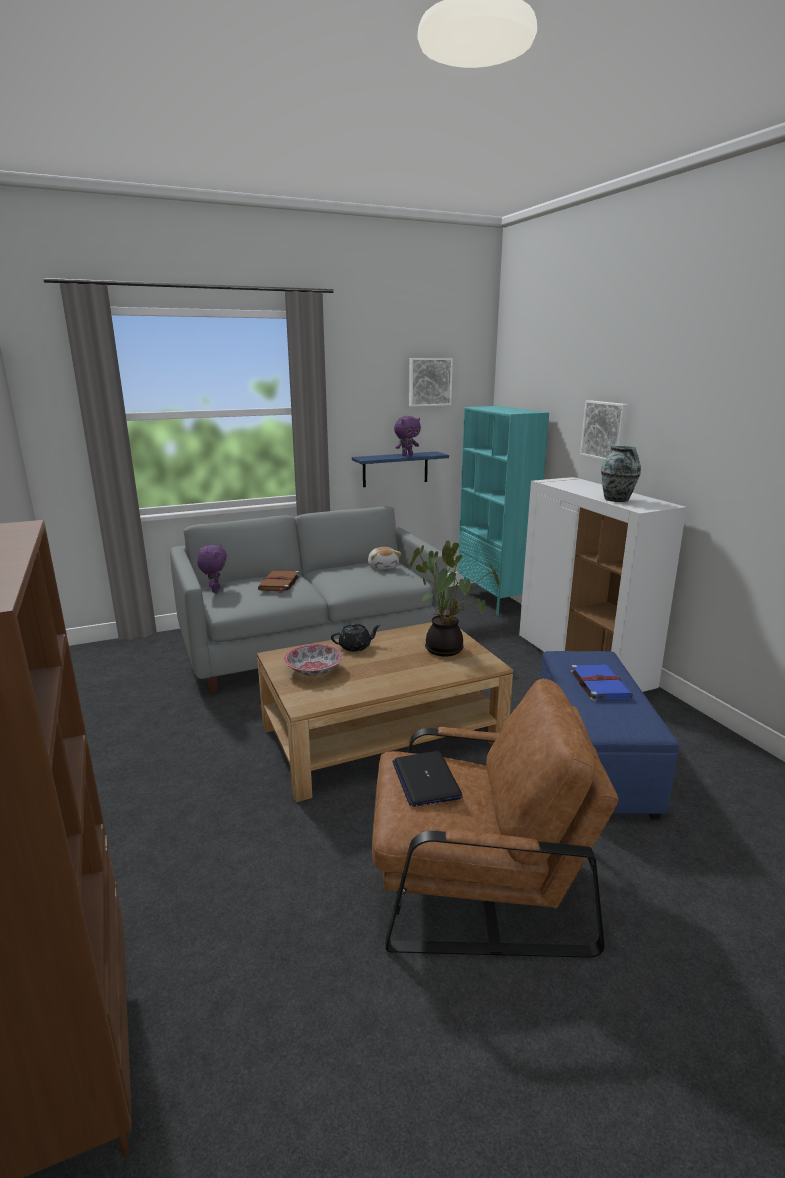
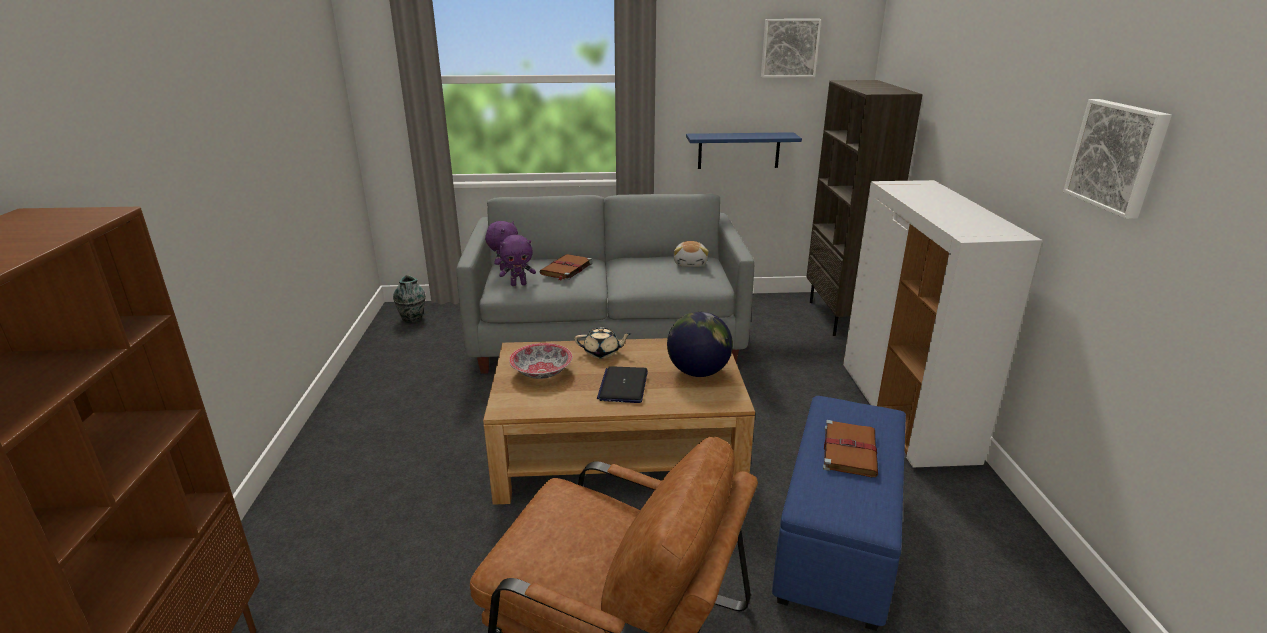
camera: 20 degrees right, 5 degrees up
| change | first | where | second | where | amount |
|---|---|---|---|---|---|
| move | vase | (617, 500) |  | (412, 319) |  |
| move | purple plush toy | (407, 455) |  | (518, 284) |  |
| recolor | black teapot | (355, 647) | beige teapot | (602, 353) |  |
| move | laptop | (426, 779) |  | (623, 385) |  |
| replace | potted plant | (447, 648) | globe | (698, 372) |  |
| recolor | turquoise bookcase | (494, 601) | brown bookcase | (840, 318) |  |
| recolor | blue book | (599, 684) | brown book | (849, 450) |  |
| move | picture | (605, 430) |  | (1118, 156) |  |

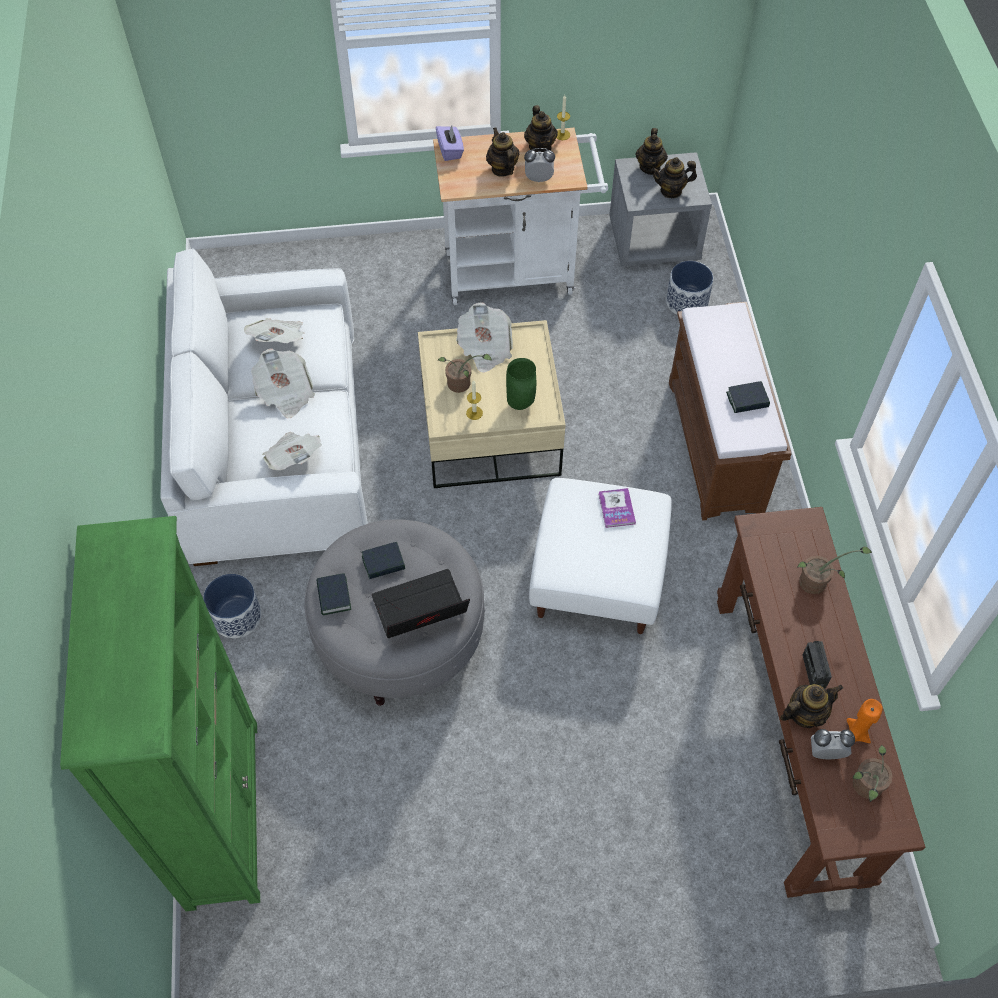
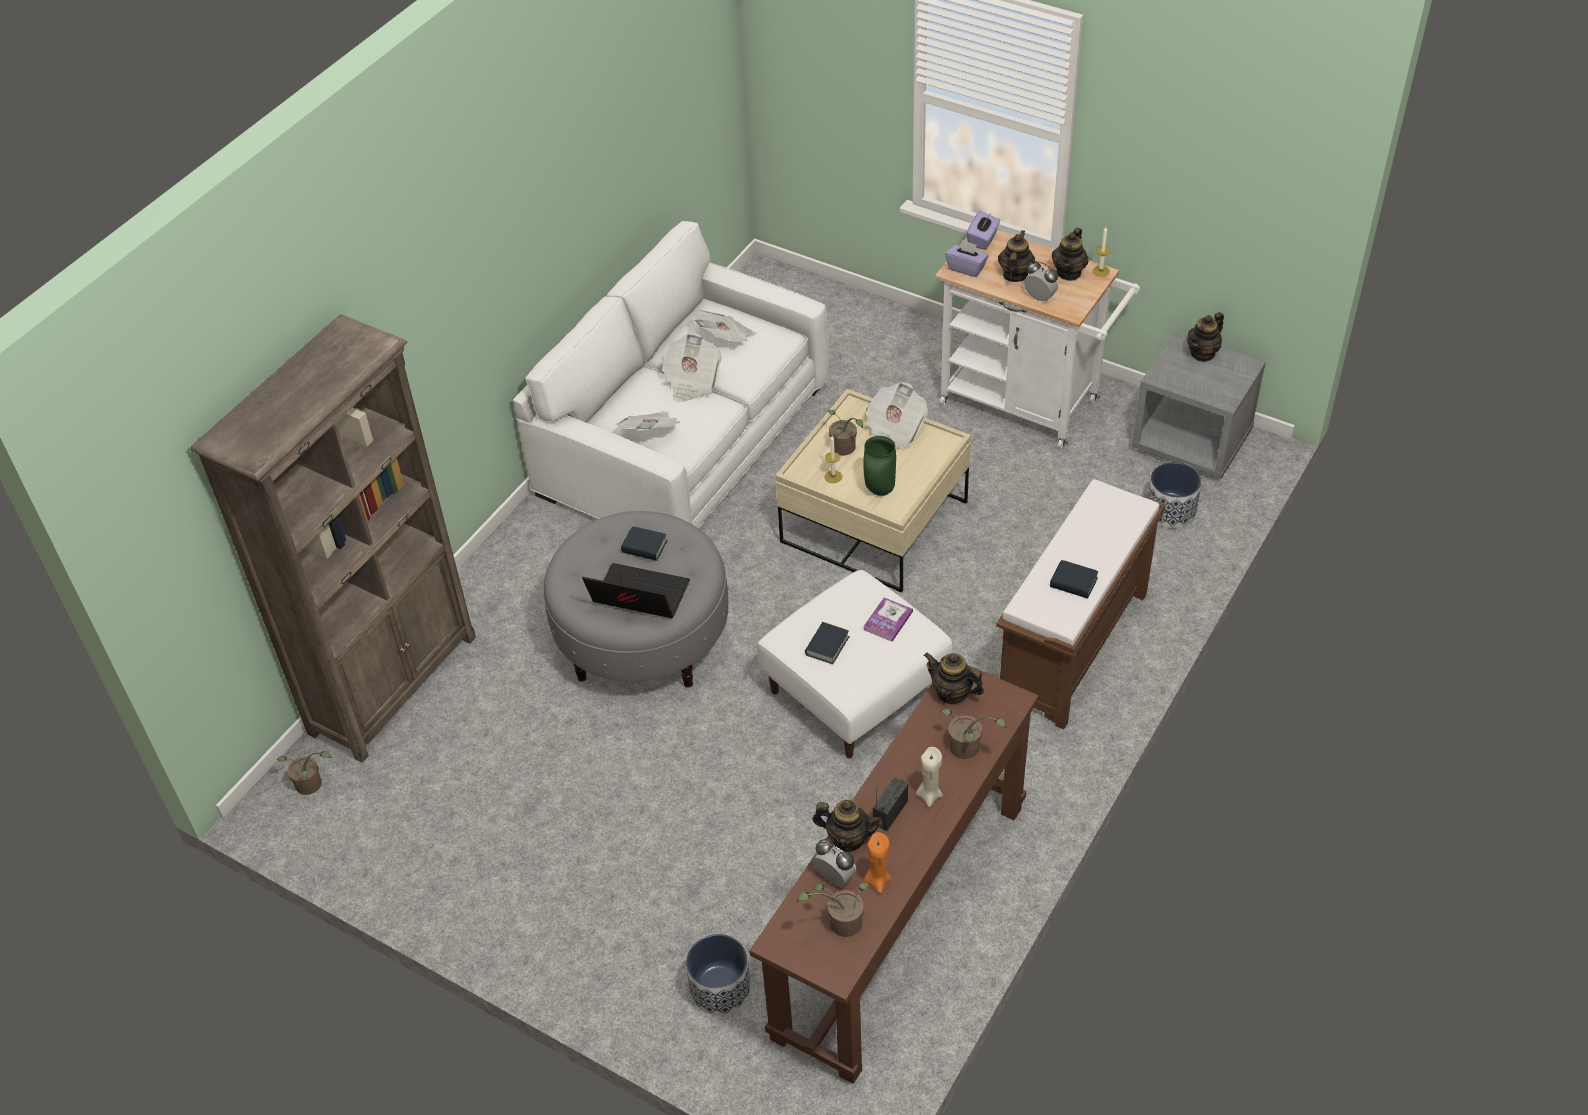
camera: 40 degrees right, 10 degrees down
| change | first | where | second | where | amount |
|---|---|---|---|---|---|
| recolor | green bookcase | (223, 812) | brown bookcase | (394, 683) |  |
| insert |  |  | potted plant | (311, 785) |  |
| move | planter | (236, 616) |  | (720, 988) |  |
| move | book | (334, 596) |  | (827, 646) |  |
| insert |  |  | beige candle | (929, 795) |  |
| move | teapot | (671, 191) |  | (952, 693) |  |
| insert |  |  | purple tissue box | (966, 268) |  |

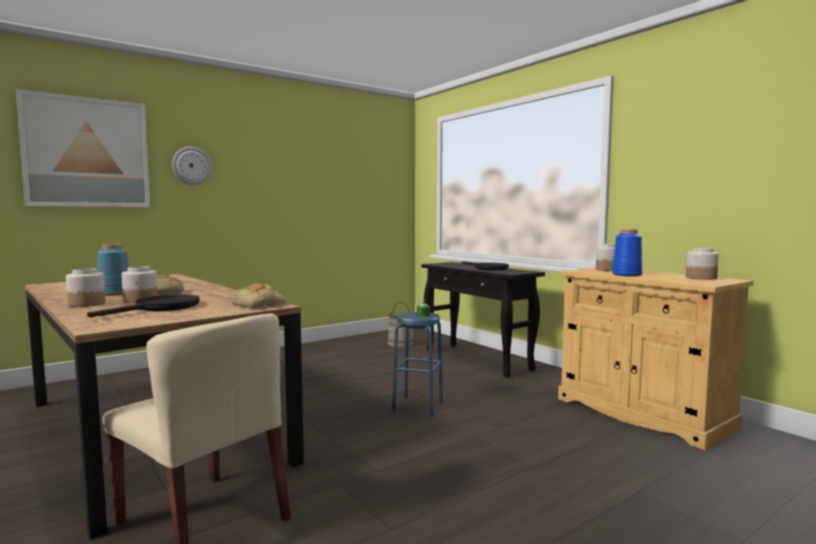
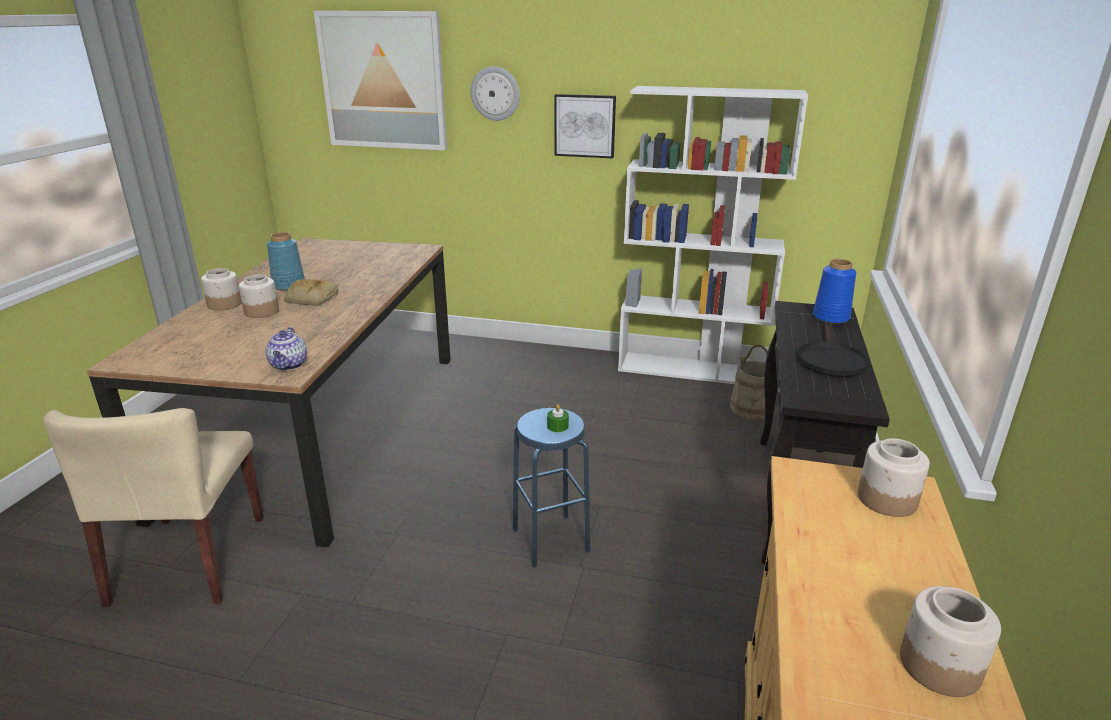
camera: 50 degrees right, 20 degrees up
| change | first | where | second | where | amount |
|---|---|---|---|---|---|
| replace | bread | (259, 304) | teapot | (289, 365) |  |
| insert |  |  | picture | (585, 126) |  |
| insert |  |  | white bookcase | (692, 370) |  |
| move | blue vase | (627, 275) |  | (831, 318) |  |
| delete | black frying pan | (160, 308) |  |  |  |

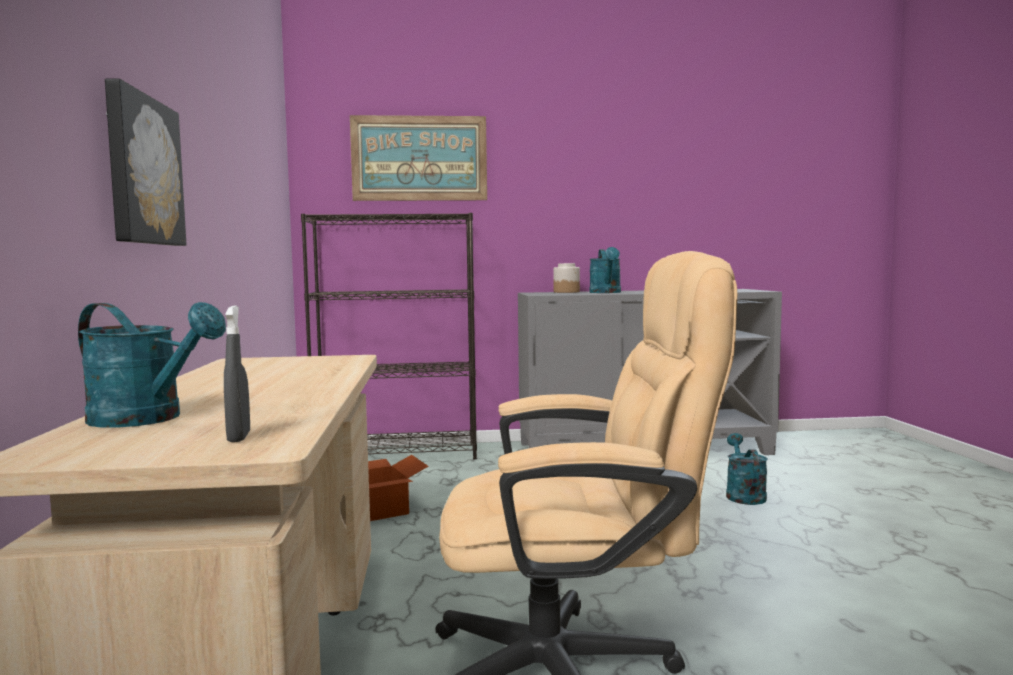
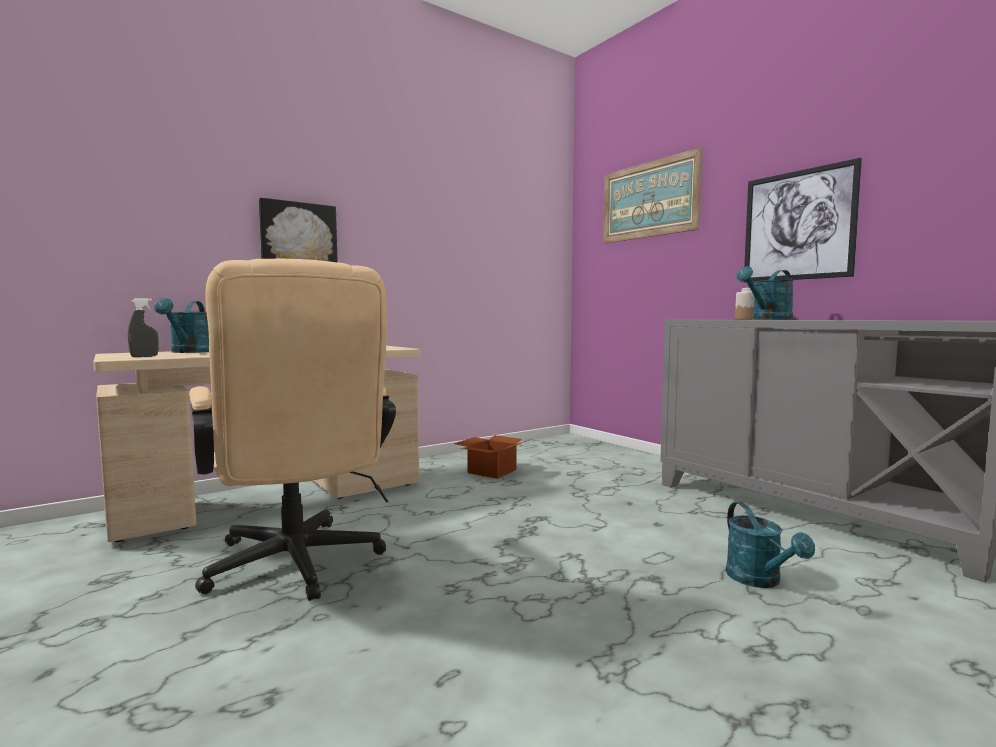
camera: 60 degrees right, 0 degrees up
| change | first | where | second | where | amount |
|---|---|---|---|---|---|
| rotate | turquoise watering can | (743, 495) |  | (760, 580) | 105 degrees clockwise |
| insert |  |  | picture | (798, 225) |  |
| delete | black bookcase | (398, 454) |  |  |  |

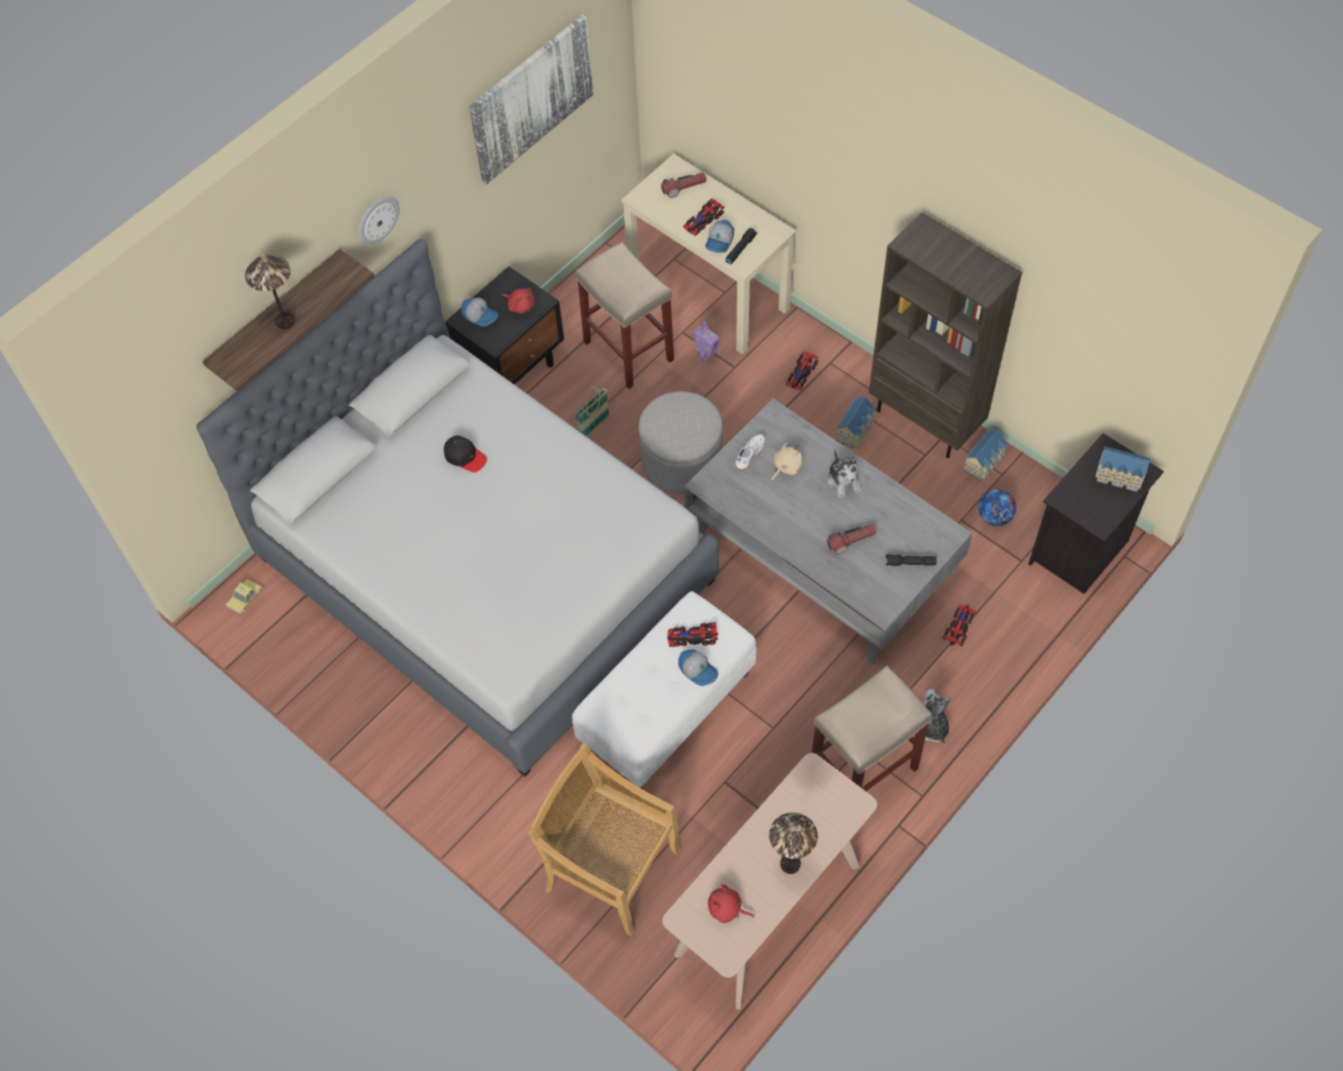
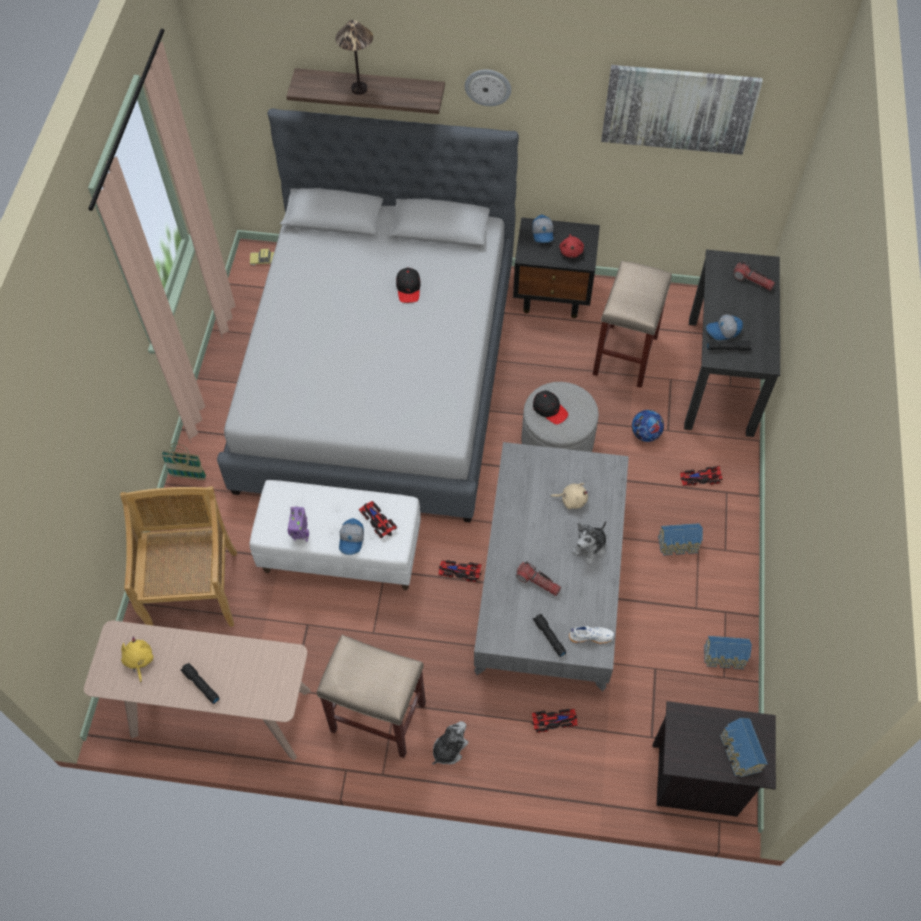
camera: 55 degrees right, 0 degrees up
| change | first | where | second | where | amount |
|---|---|---|---|---|---|
| recolor | red plush toy | (727, 909) | yellow plush toy | (139, 660) |  |
| move | basket | (594, 427) |  | (188, 476) |  |
| replace | table lamp | (790, 864) | black flashlight | (200, 685) |  |
| move | toy robot | (706, 357) |  | (301, 536) |  |
| move | toy car | (703, 220) |  | (460, 571) |  |
| insert |  |  | black cap | (550, 409) |  |
| move | white shoe | (749, 454) |  | (591, 636) |  |
| move | football | (994, 517) |  | (645, 434) |  |
| recolor | beige desk | (709, 293) | black desk | (720, 376) |  |
| delete | brown bookcase | (926, 420) |  |  |  |

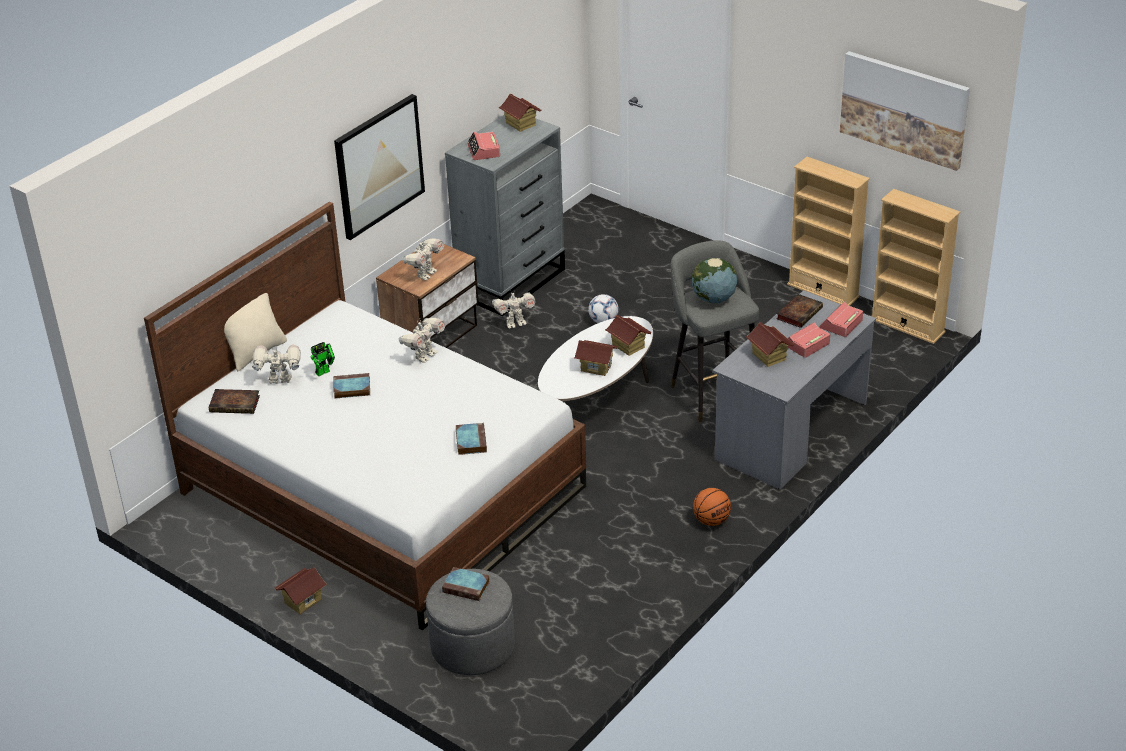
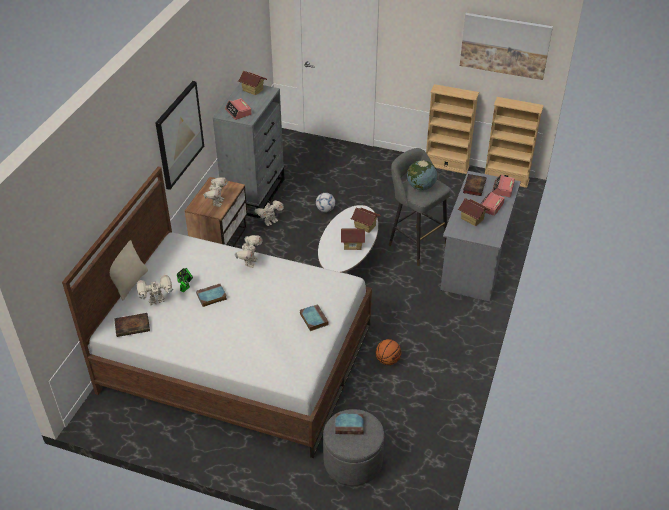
camera: 20 degrees left, 5 degrees up
| change | first | where | second | where | amount |
|---|---|---|---|---|---|
| move | basketball | (711, 520) |  | (387, 360) |  |
| delete | toy house | (303, 601) |  |  |  |

